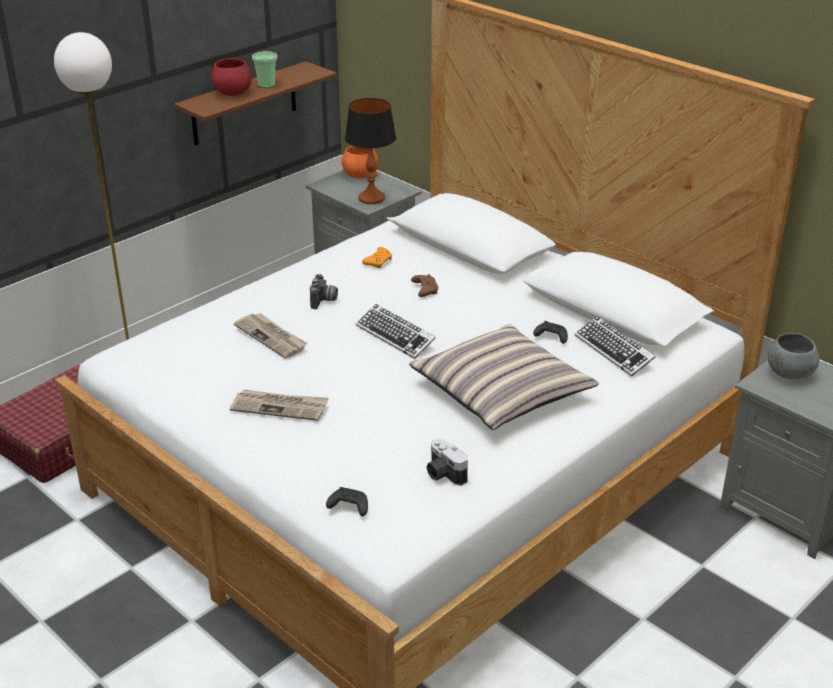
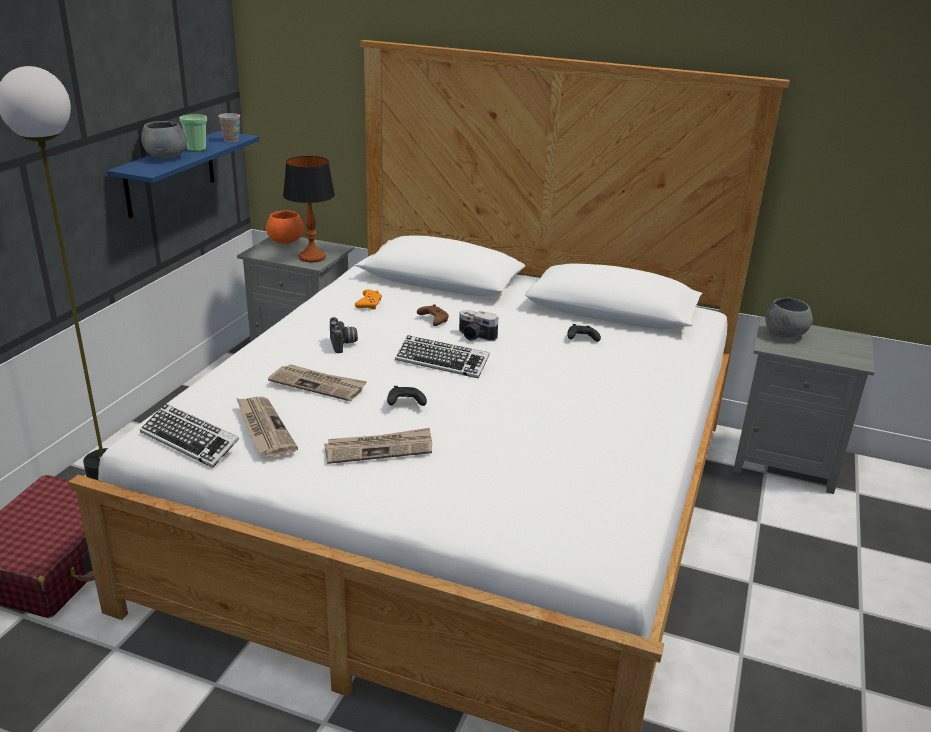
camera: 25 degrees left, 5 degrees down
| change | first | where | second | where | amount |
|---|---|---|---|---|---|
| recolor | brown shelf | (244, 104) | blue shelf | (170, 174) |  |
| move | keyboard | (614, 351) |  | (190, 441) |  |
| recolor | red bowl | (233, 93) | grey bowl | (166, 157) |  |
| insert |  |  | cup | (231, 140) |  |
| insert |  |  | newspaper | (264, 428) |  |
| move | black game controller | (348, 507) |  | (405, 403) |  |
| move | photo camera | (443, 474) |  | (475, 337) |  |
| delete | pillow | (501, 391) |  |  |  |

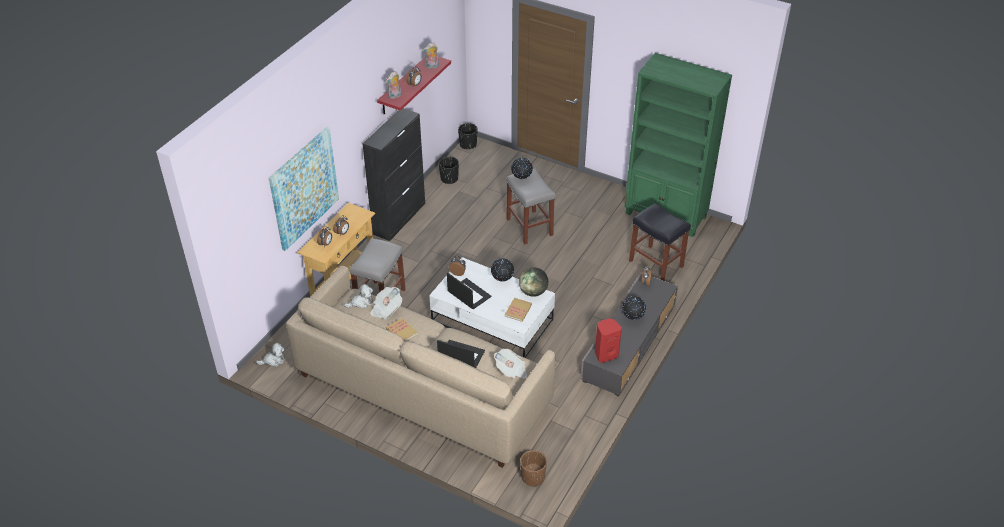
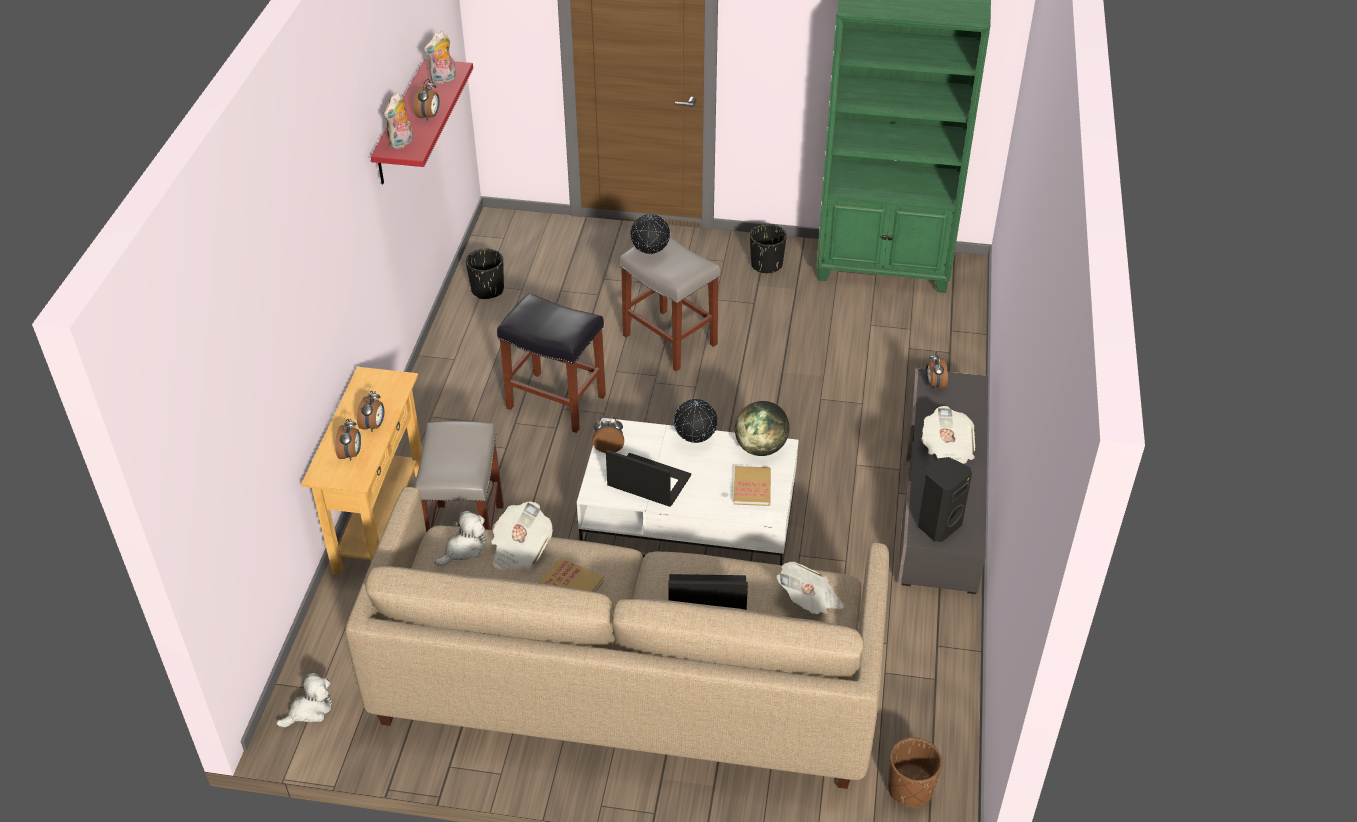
camera: 20 degrees left, 0 degrees up
| change | first | where | second | where | amount |
|---|---|---|---|---|---|
| move | black stool | (657, 264) |  | (557, 402) |  |
| move | black planter | (468, 145) |  | (766, 264) |  |
| recolor | red speaker | (605, 354) | black speaker | (938, 525) |  |
| replace | globe | (632, 318) | newspaper | (947, 450) |  |
| delete | picture | (304, 188) |  |  |  |
| delete | black cabinet | (399, 218) |  |  |  |

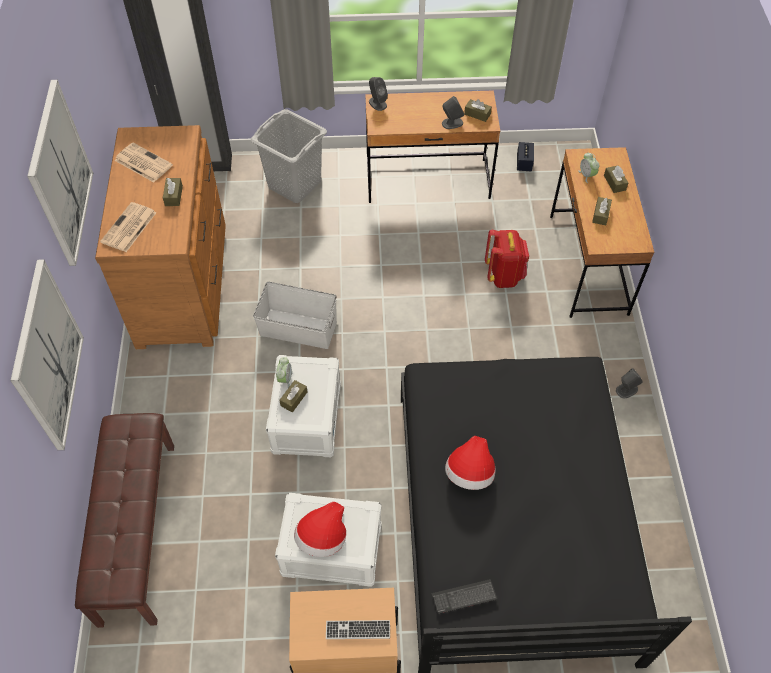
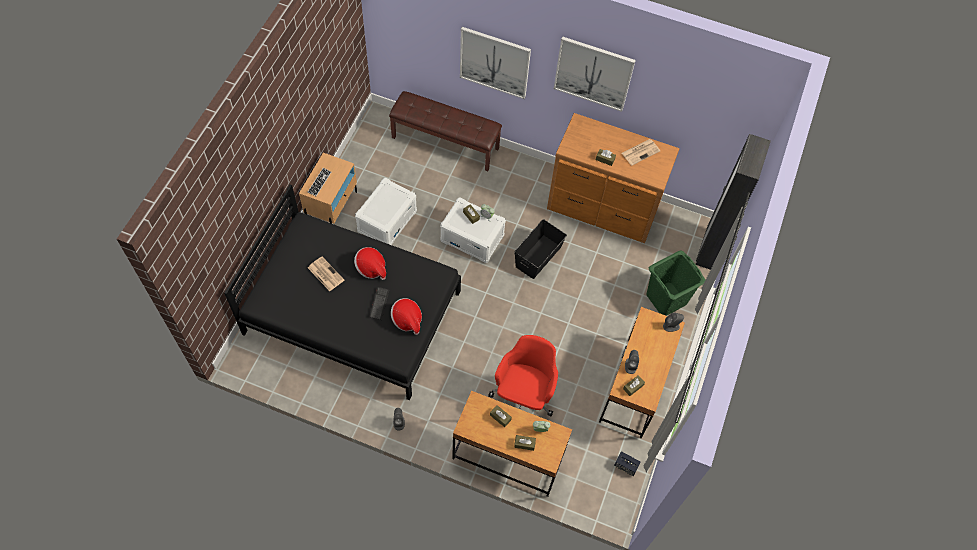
camera: 110 degrees right, 5 degrees up
| change | first | where | second | where | amount |
|---|---|---|---|---|---|
| move | newspaper | (128, 228) |  | (325, 273) |  |
| move | keyboard | (464, 597) |  | (379, 304) |  |
| move | hat | (322, 538) |  | (407, 320) |  |
| replace | red backpack | (504, 275) | red office chair | (524, 395) |  |
| recolor | white storage box | (298, 328) | black storage box | (538, 256) |  |
| recolor | grey laundry basket | (294, 184) | green laundry basket | (666, 299) |  |

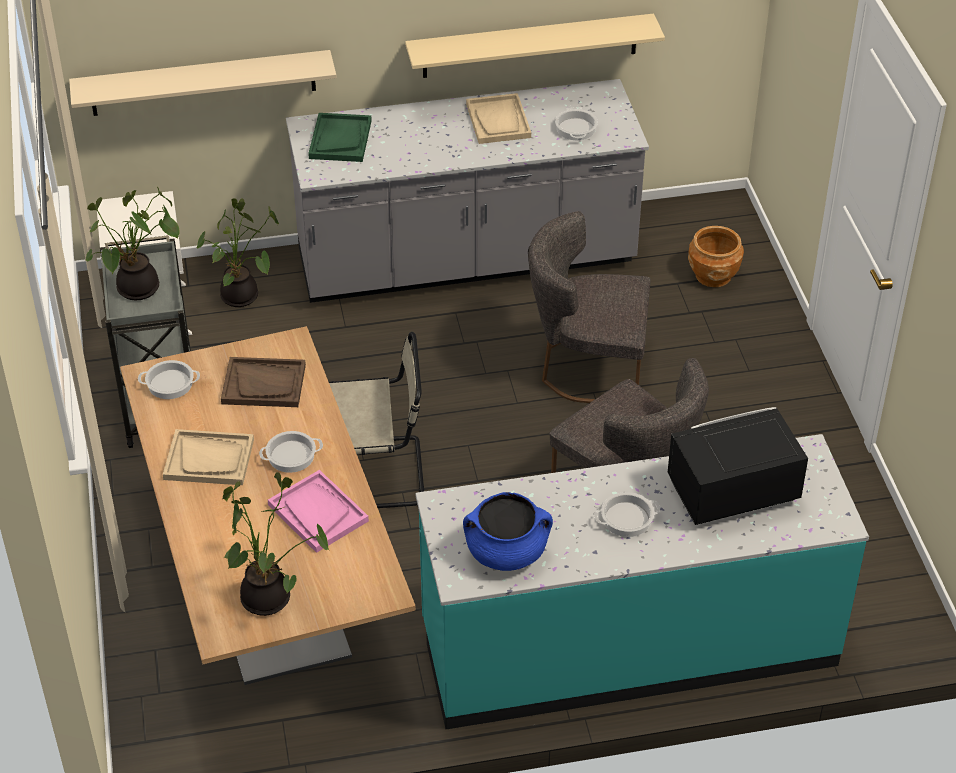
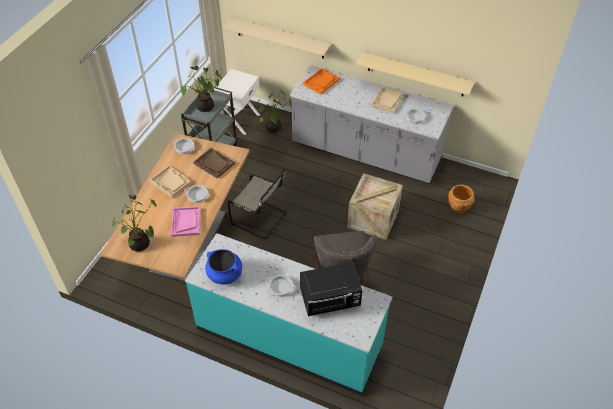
camera: 35 degrees right, 5 degrees up
| change | first | where | second | where | amount |
|---|---|---|---|---|---|
| rotate | black microwave | (730, 492) |  | (330, 300) | 150 degrees clockwise |
| recolor | green tray | (340, 139) | orange tray | (321, 82) |  |
| replace | grey chair | (586, 368) | crate | (373, 219) |  |

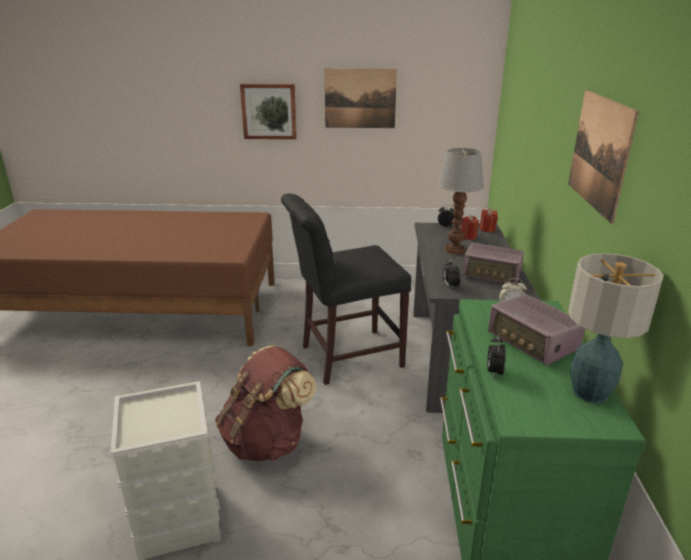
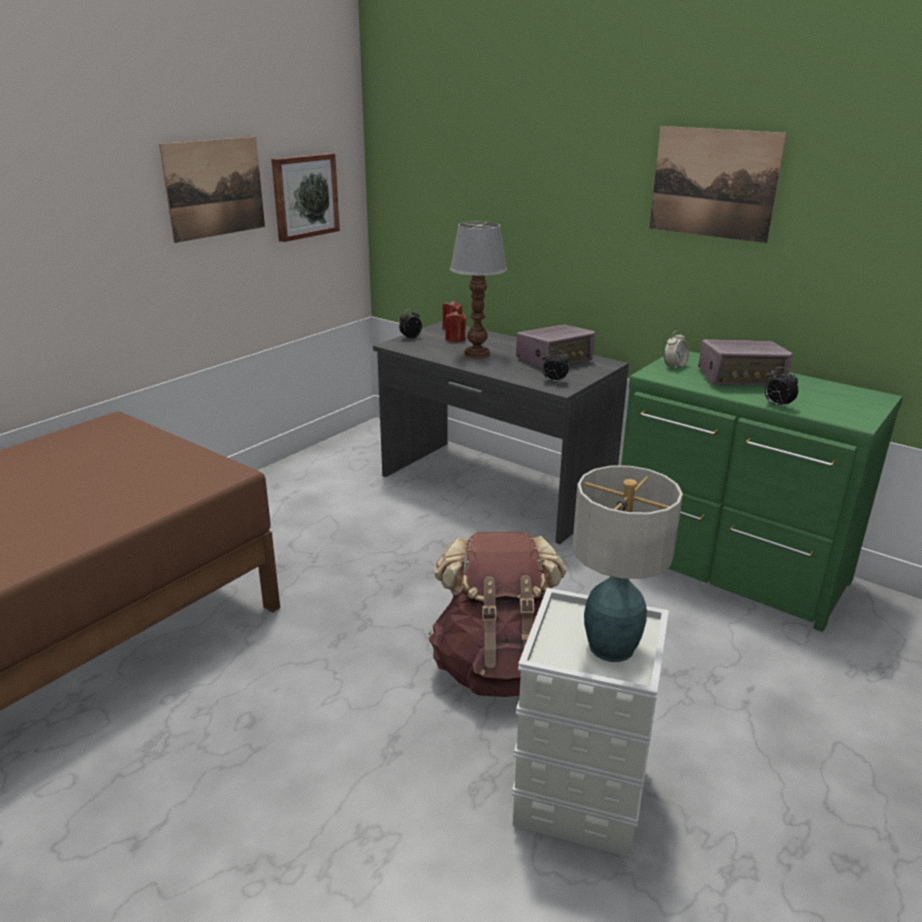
camera: 55 degrees left, 0 degrees up
| change | first | where | second | where | amount |
|---|---|---|---|---|---|
| move | picture | (269, 111) |  | (304, 196) |  |
| move | table lamp | (589, 393) |  | (612, 648) |  |
| delete | black chair | (345, 357) |  |  |  |

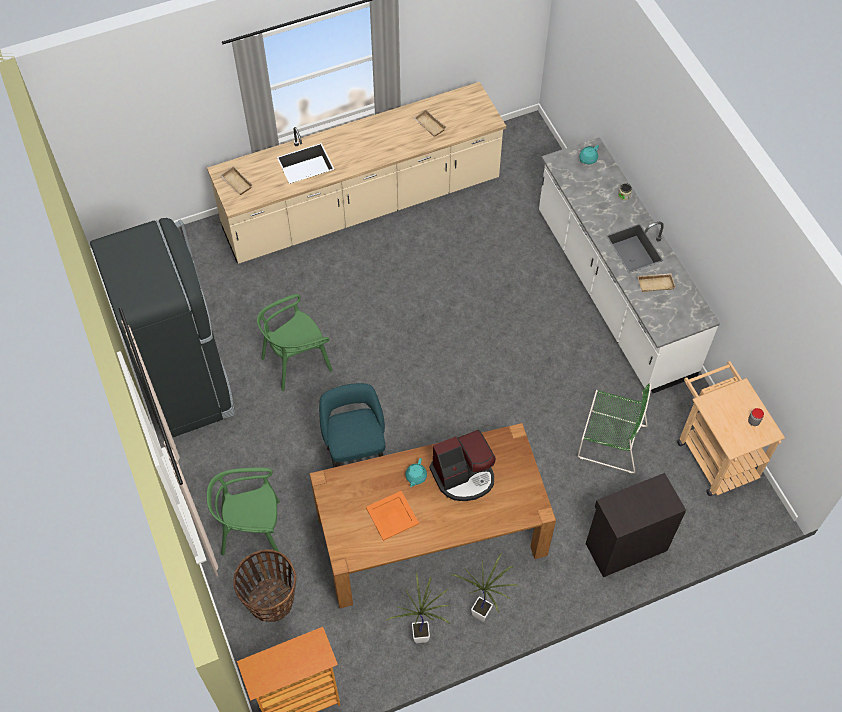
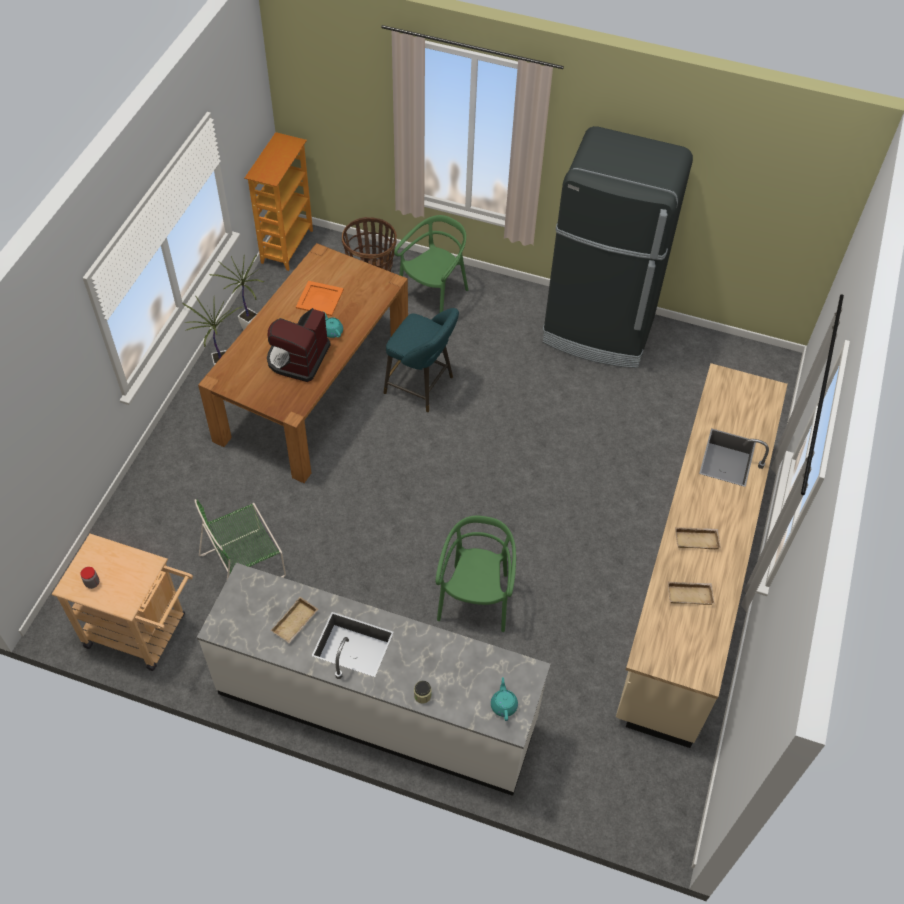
camera: 130 degrees right, 5 degrees down
| change | first | where | second | where | amount |
|---|---|---|---|---|---|
| move | green chair | (296, 362) |  | (475, 599) |  |
| move | beige tray | (235, 183) |  | (697, 539) |  |
| delete | black cabinet | (625, 546) |  |  |  |

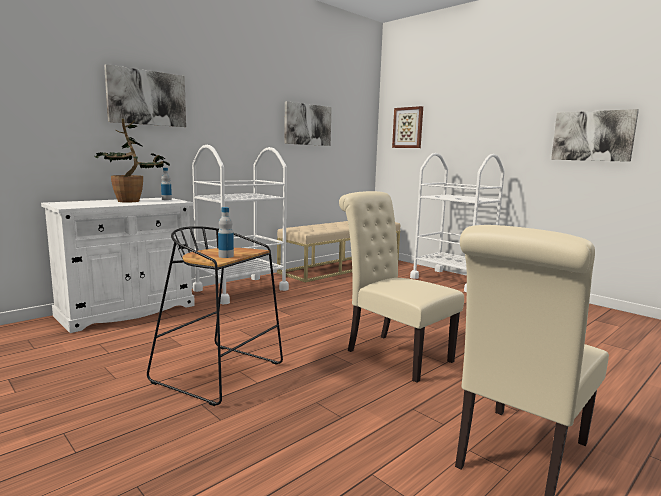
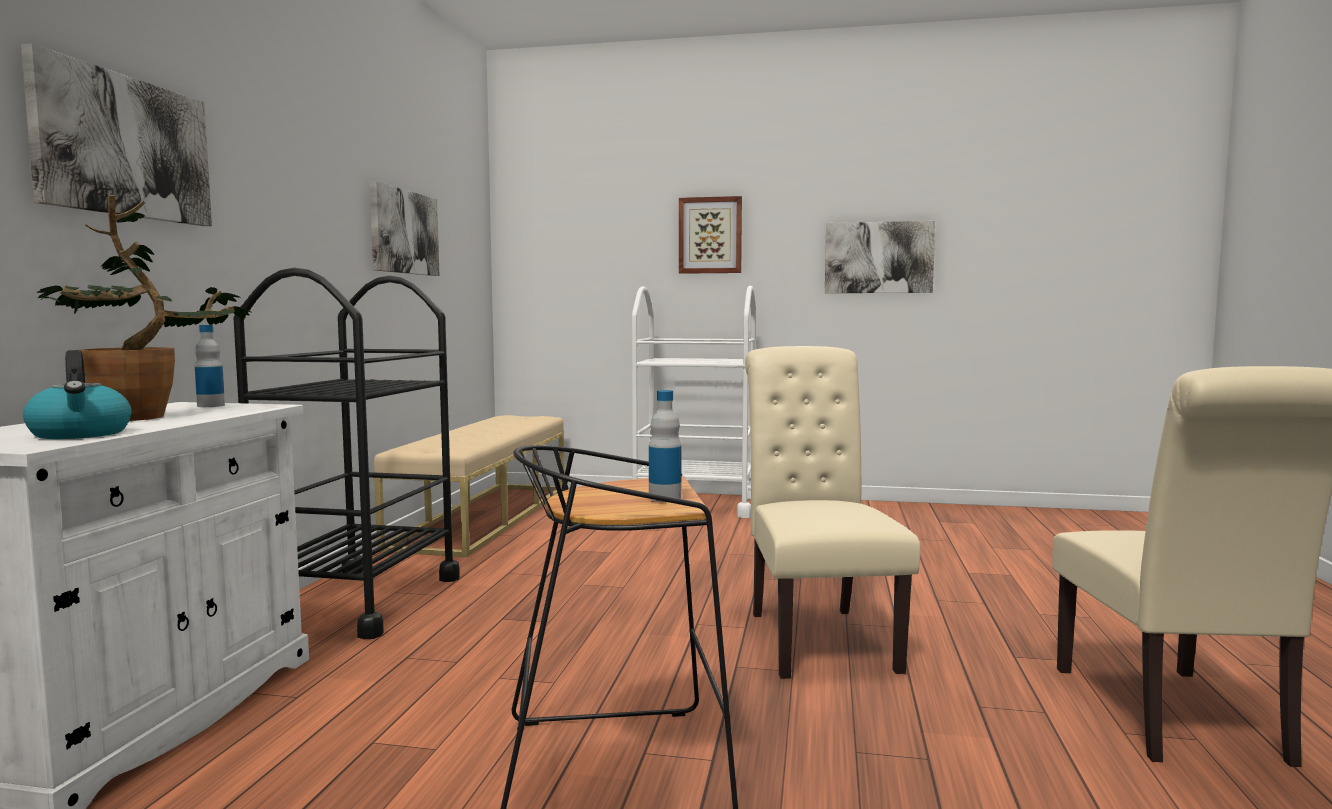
camera: 35 degrees left, 5 degrees down
| change | first | where | second | where | amount |
|---|---|---|---|---|---|
| insert |  |  | kettle | (81, 434) |  |
| recolor | white cart | (241, 290) | black cart | (360, 601) |  |
| move | picture | (408, 127) |  | (710, 235) |  |
| rotate | beige chair | (393, 354) |  | (816, 636) | 75 degrees clockwise |

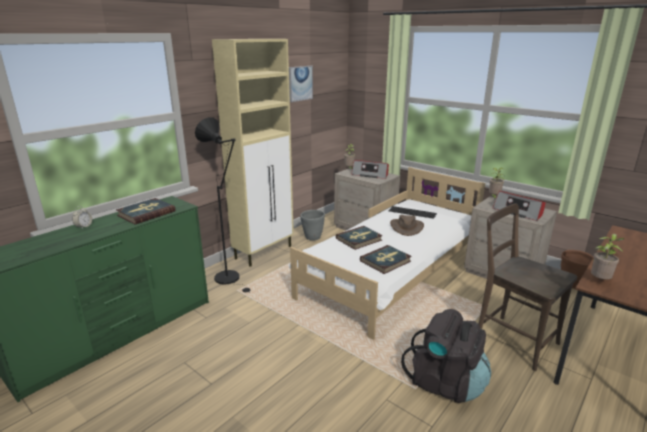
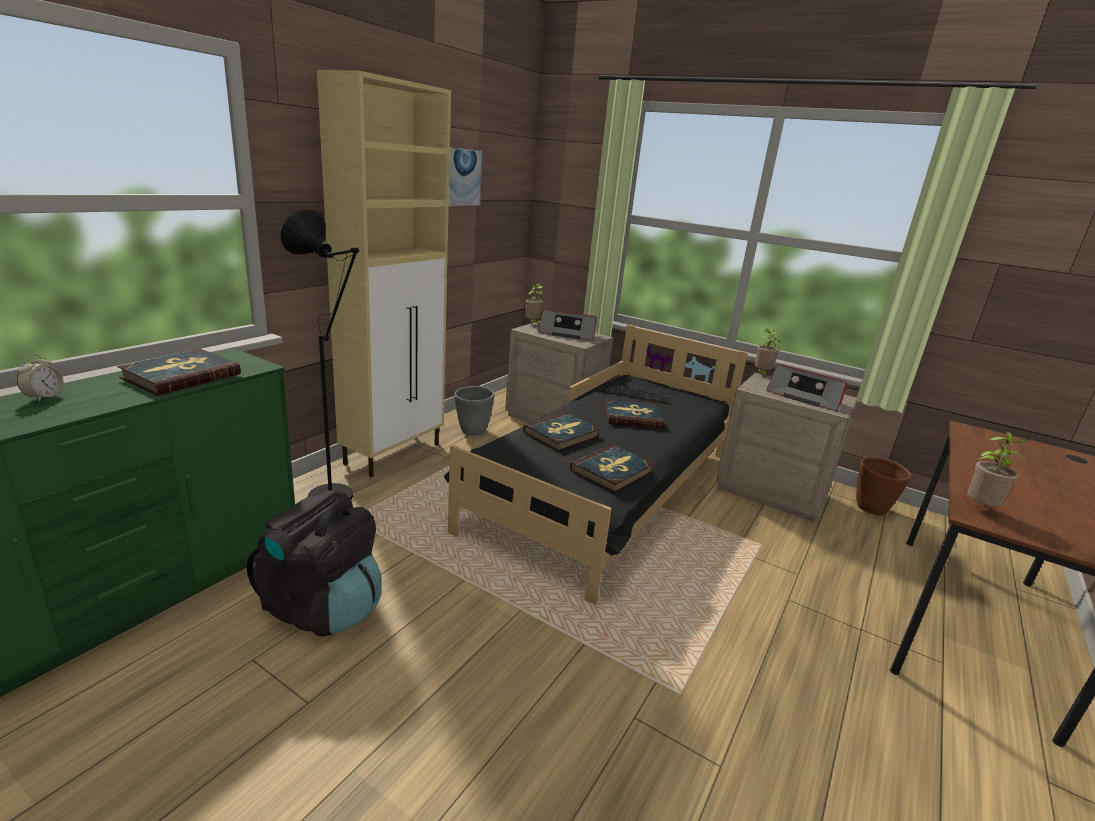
camera: 10 degrees left, 0 degrees up
| change | first | where | second | where | amount |
|---|---|---|---|---|---|
| move | black backpack | (445, 383) |  | (323, 607) |  |
| recolor | white bed | (392, 274) | black bed | (607, 491) |  |
| replace | brown hat | (406, 227) | book | (632, 417) |  |
| delete | brown chair | (512, 339) |  |  |  |

